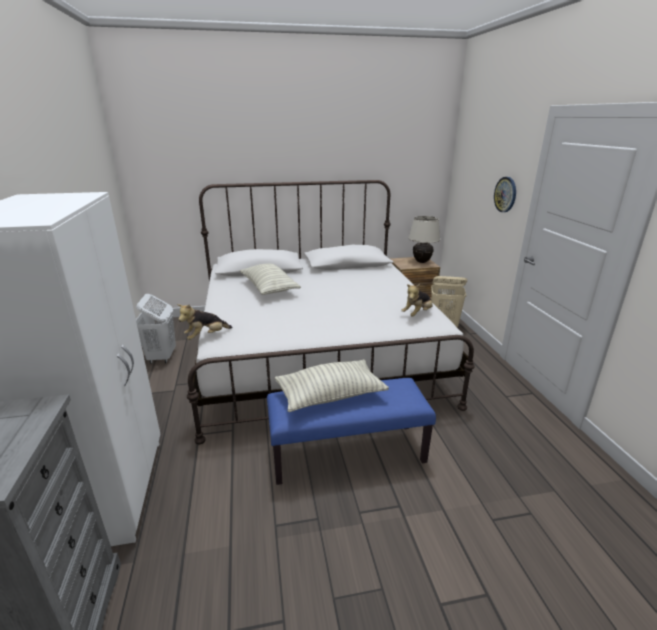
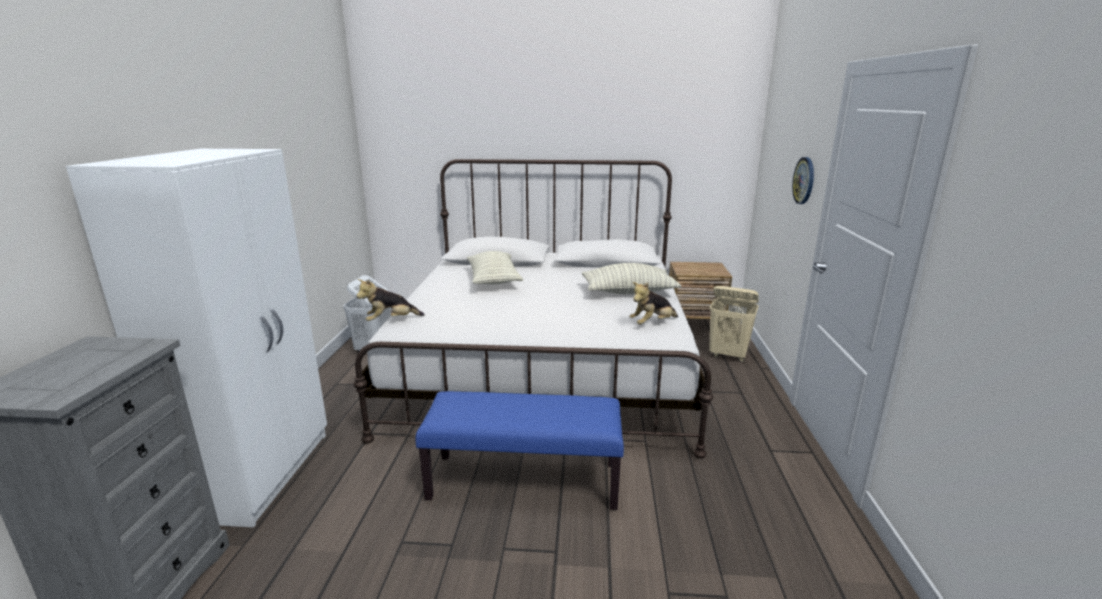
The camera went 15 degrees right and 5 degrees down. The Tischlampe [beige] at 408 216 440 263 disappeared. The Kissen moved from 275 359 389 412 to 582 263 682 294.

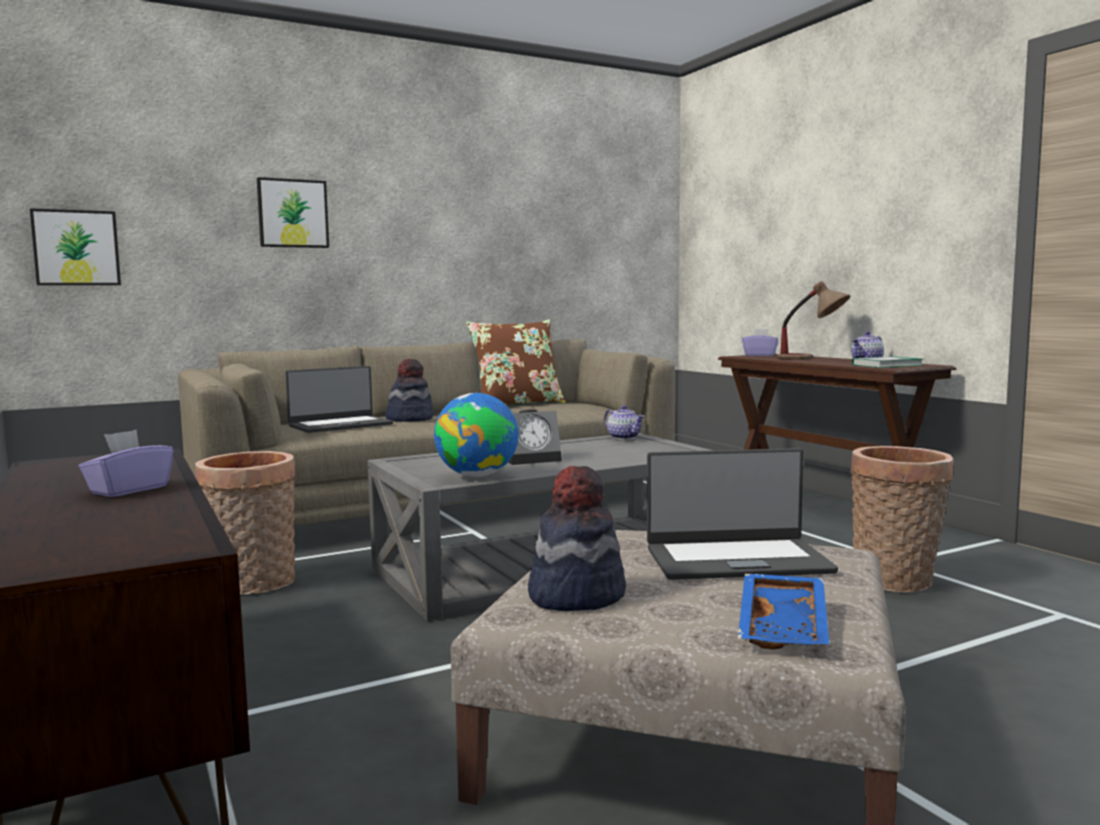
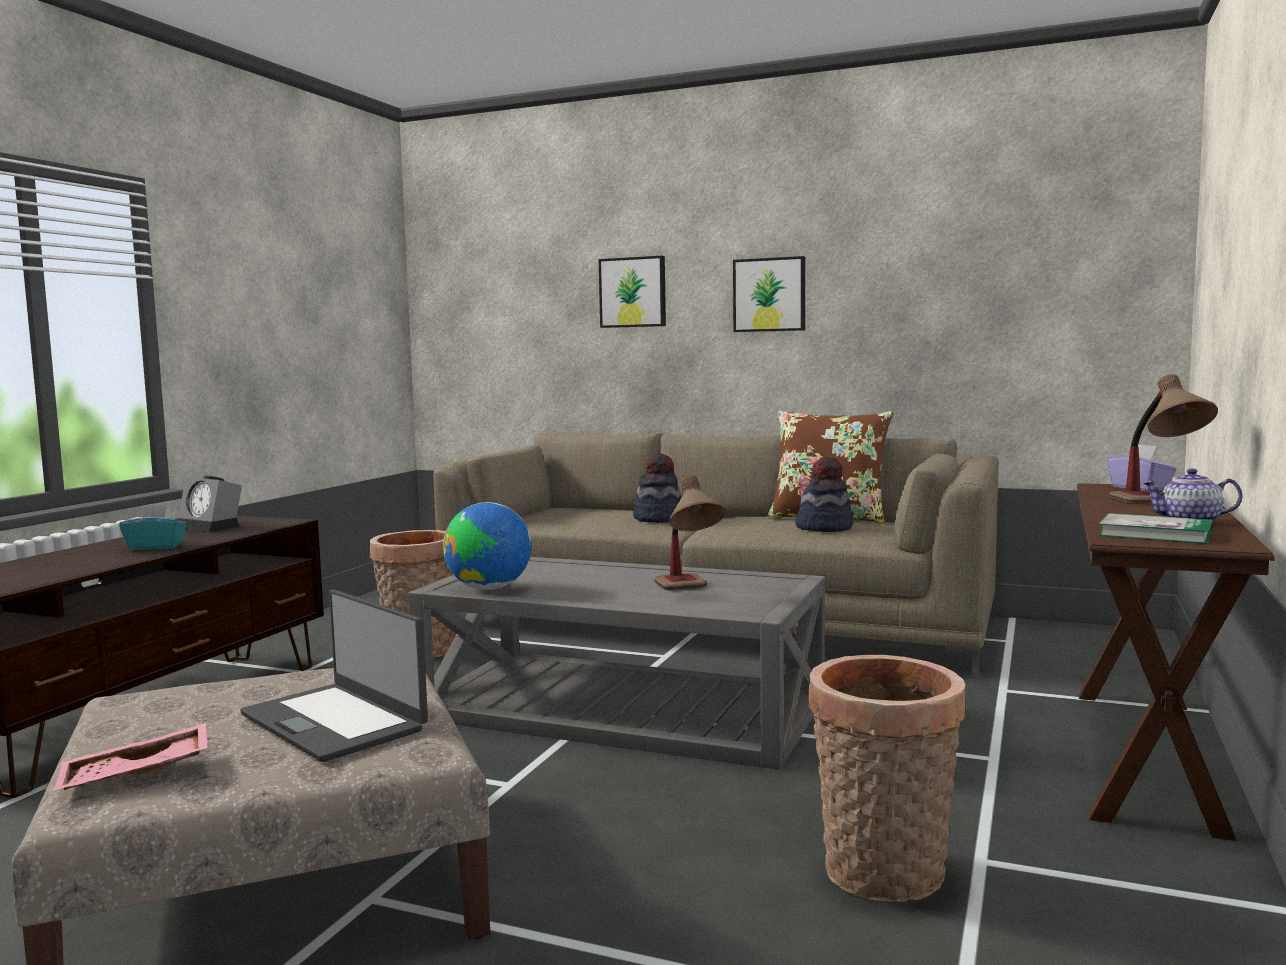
The camera went 50 degrees right and 0 degrees up. The Laptop at 285 366 393 433 disappeared. The Teekanne at 604 405 645 440 disappeared. The Tischlampe at 655 475 726 591 appeared. The Bild moved from 30 208 121 285 to 733 256 805 332. The Wecker moved from 508 409 562 465 to 178 476 242 532. The Hut moved from 528 466 626 611 to 795 457 853 532. The Taschentuchbox [lila] at 79 430 174 497 became the Taschentuchbox [türkis] at 119 504 187 550. The Tablett [blau] at 738 574 829 649 became the Tablett [rosa] at 53 723 207 790.

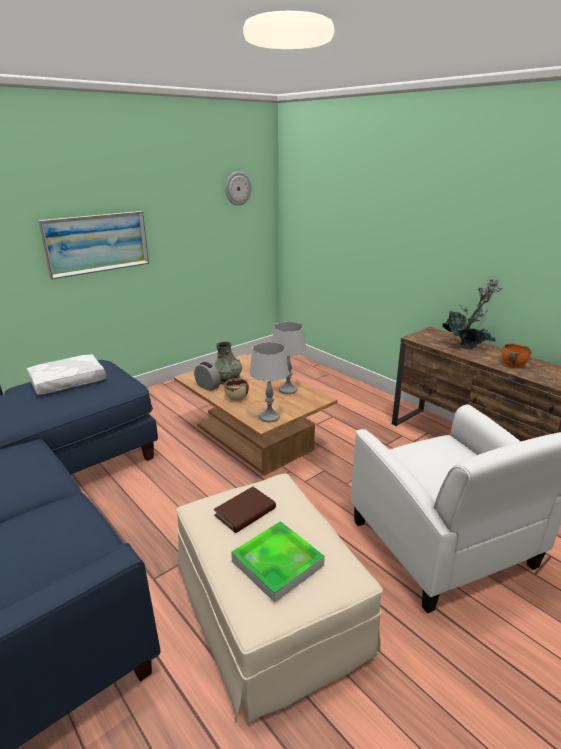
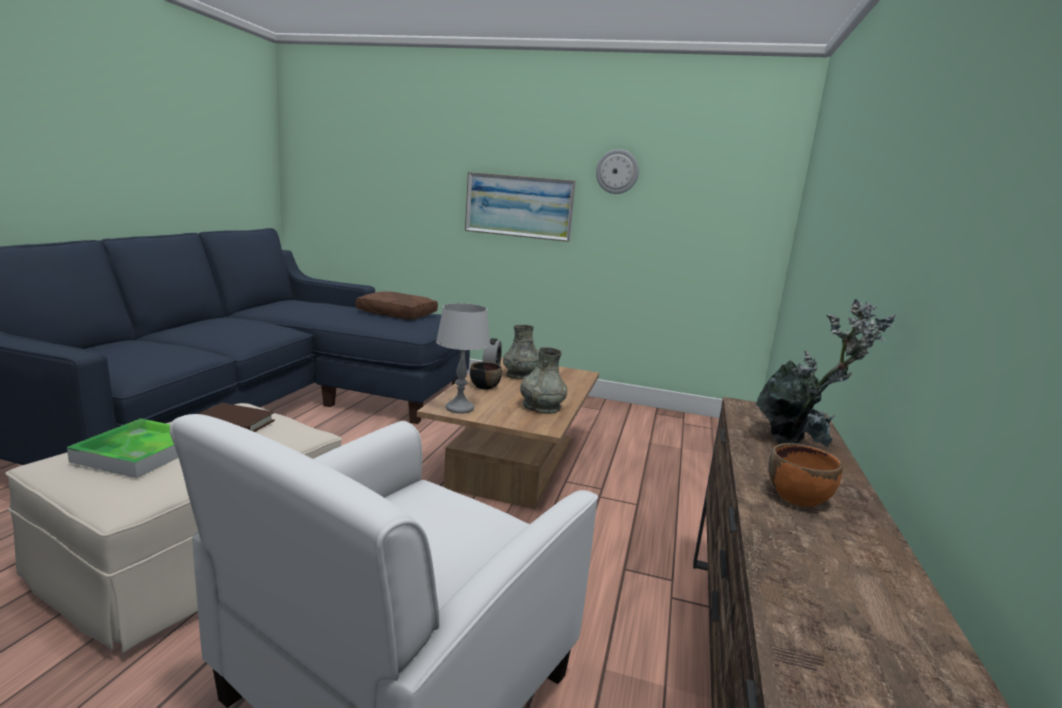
The camera went 55 degrees right and 10 degrees down. The Wanduhr moved from 225 171 252 206 to 596 149 639 194. The Tischlampe [grau] at 272 322 306 394 was replaced by the Vase [grau] at 520 347 567 414. The Kissen [weiß] at 27 354 106 395 became the Kissen [braun] at 356 291 438 319. The Schüssel [beige] at 224 378 249 401 became the Schüssel [schwarz] at 470 362 502 389.

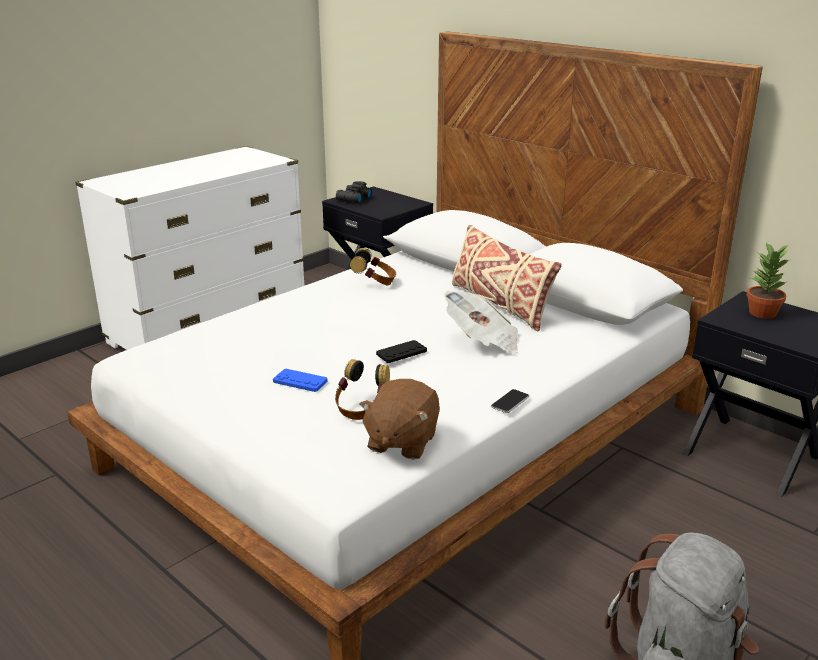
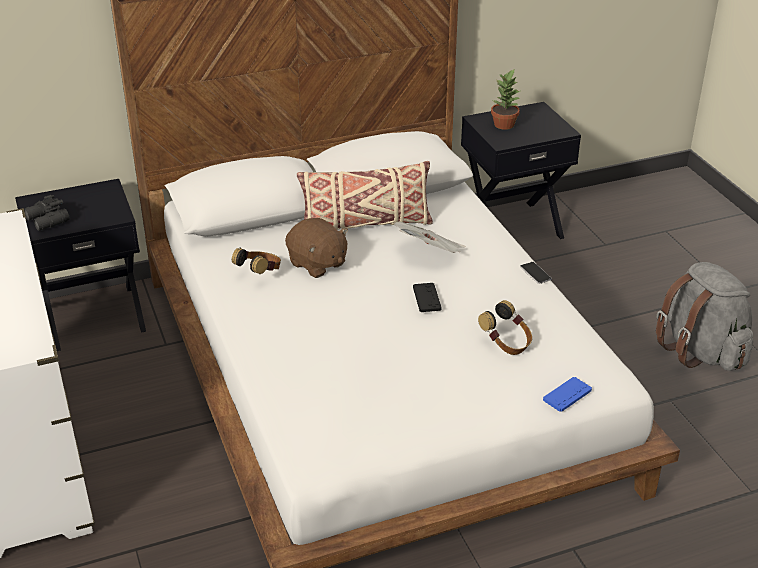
The camera went 65 degrees left and 10 degrees up. The Gamepad [blau] moved from 273 369 328 392 to 543 377 592 412. The Plüschtier [braun] moved from 359 379 440 460 to 285 218 348 278.

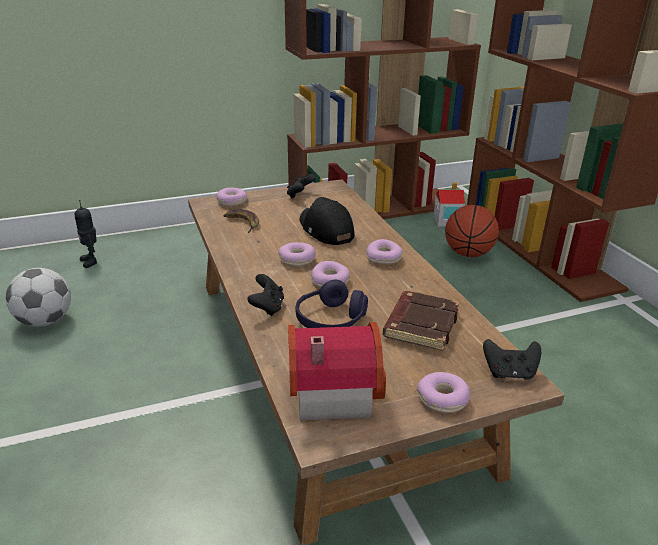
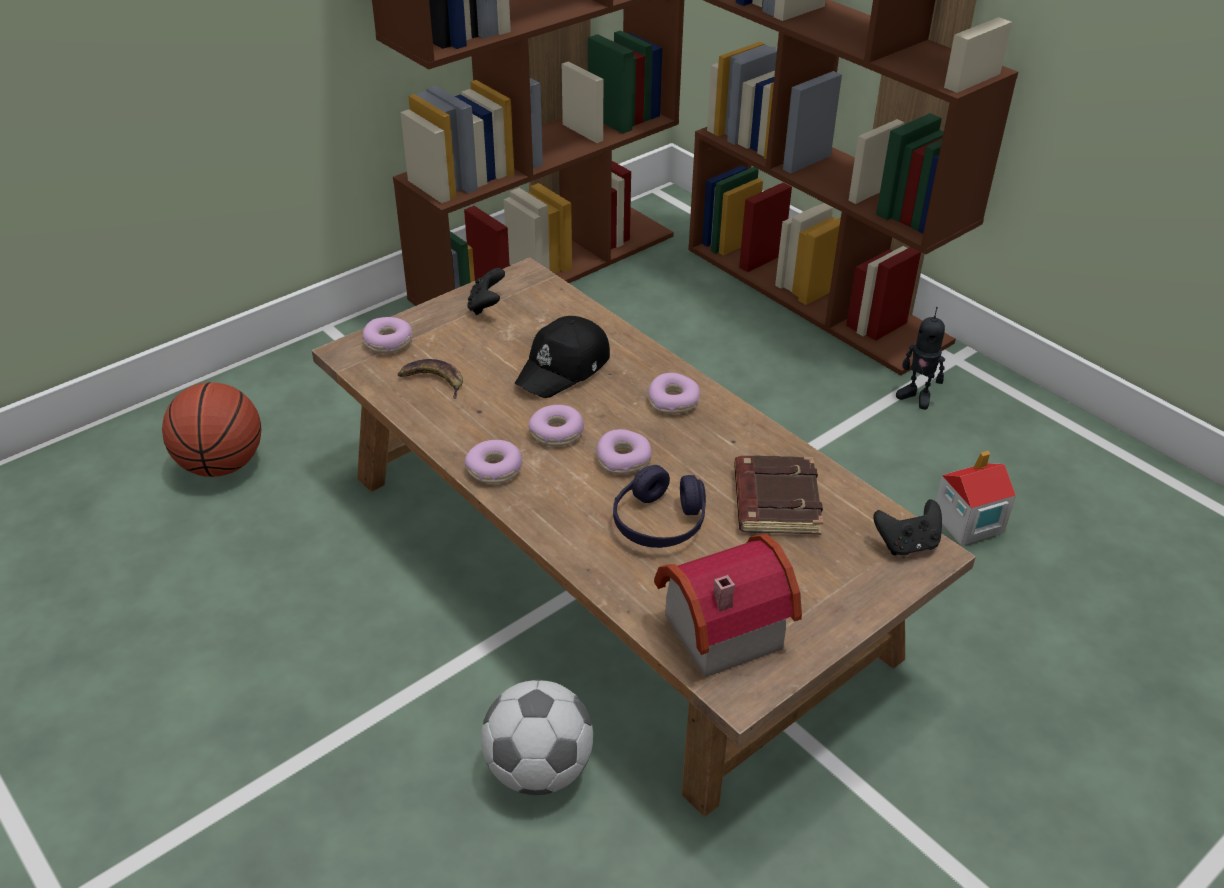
The camera went 20 degrees left and 10 degrees up. The Gamepad [schwarz] at 247 274 284 316 disappeared. The Fußball moved from 6 268 71 327 to 481 680 593 795. The Spielzeugroboter moved from 75 200 97 268 to 896 307 945 410. The Donut moved from 417 372 470 413 to 465 440 522 484. The Spielzeughaus moved from 433 183 465 226 to 936 451 1016 546. The Basketball moved from 445 205 499 257 to 162 382 261 477. The Kappe [schwarz] at 299 197 355 245 turned 90 degrees counterclockwise.

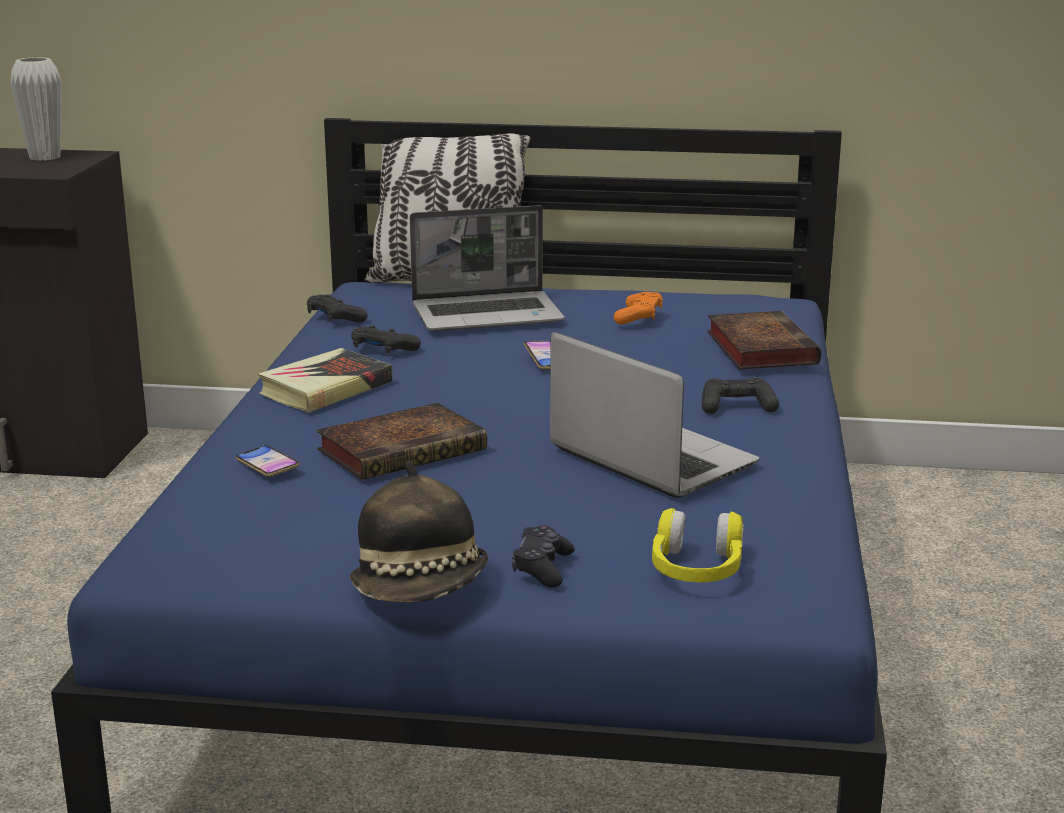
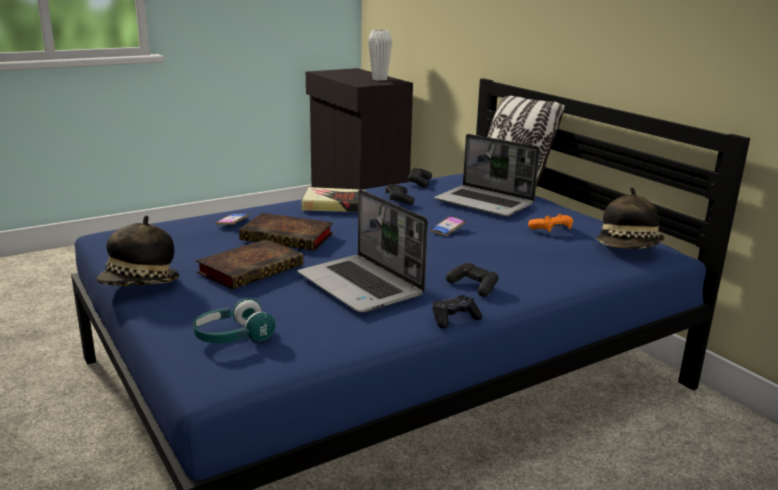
The camera went 50 degrees right and 0 degrees up. The Hut at 596 187 665 249 appeared. The Gamepad [schwarz] moved from 512 525 575 588 to 432 295 482 329. The Buch moved from 707 311 821 370 to 196 239 304 289. The Kopfhörer [gelb] at 652 508 744 583 became the Kopfhörer [türkis] at 193 298 275 343. The Laptop at 550 332 759 498 turned 135 degrees clockwise.

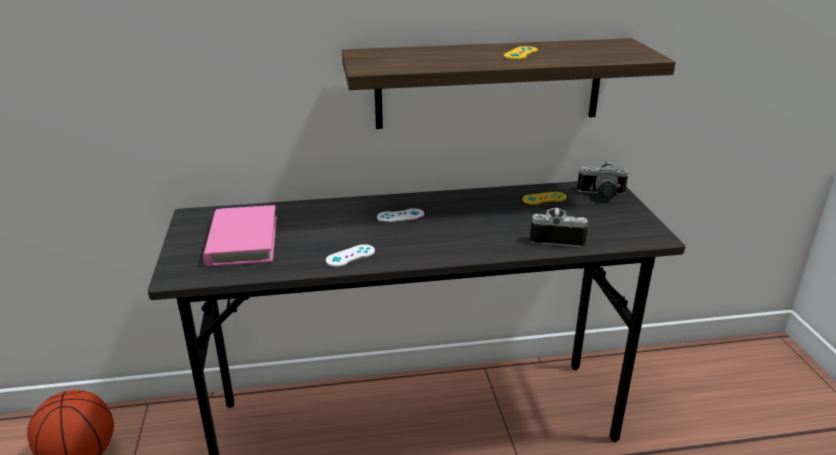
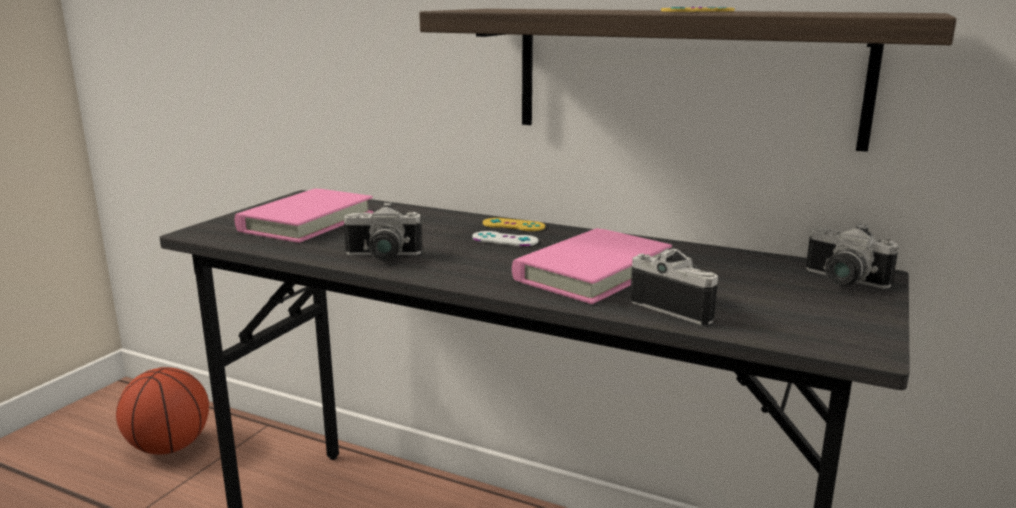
The camera went 35 degrees right and 10 degrees down. The Buch [rosa] at 512 228 672 304 appeared. The Gamepad [gelb] moved from 523 192 566 205 to 483 218 545 231. The Gamepad [weiß] at 326 244 375 267 was replaced by the Kamera at 344 202 423 261.

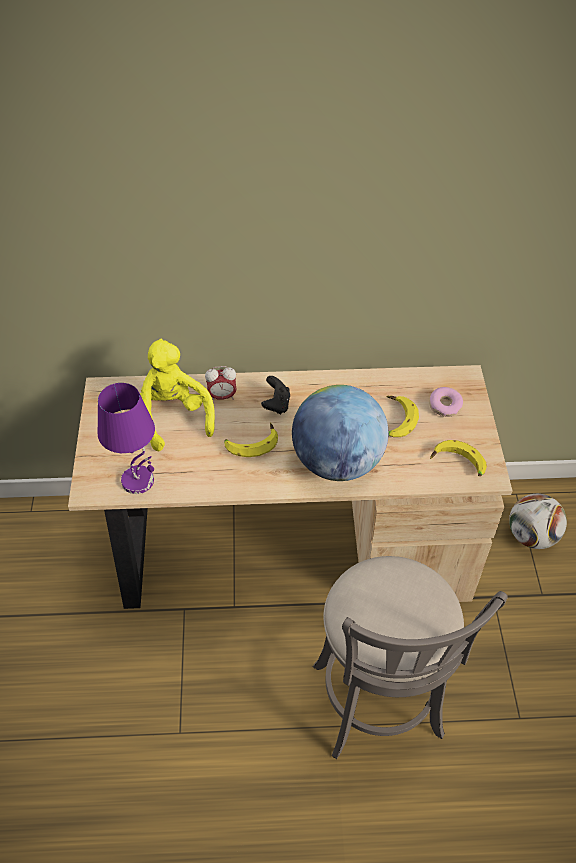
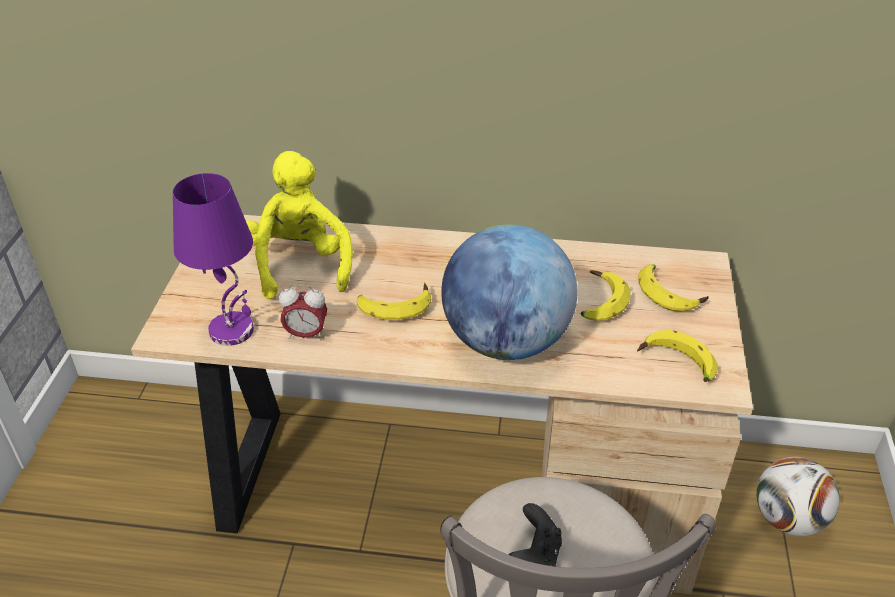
The camera went 10 degrees right and 10 degrees down. The Wecker moved from 205 366 237 400 to 279 285 327 340. The Gamepad [schwarz] moved from 261 376 290 414 to 509 503 562 567. The Donut at 429 387 463 417 was replaced by the Banane at 638 264 709 311.

